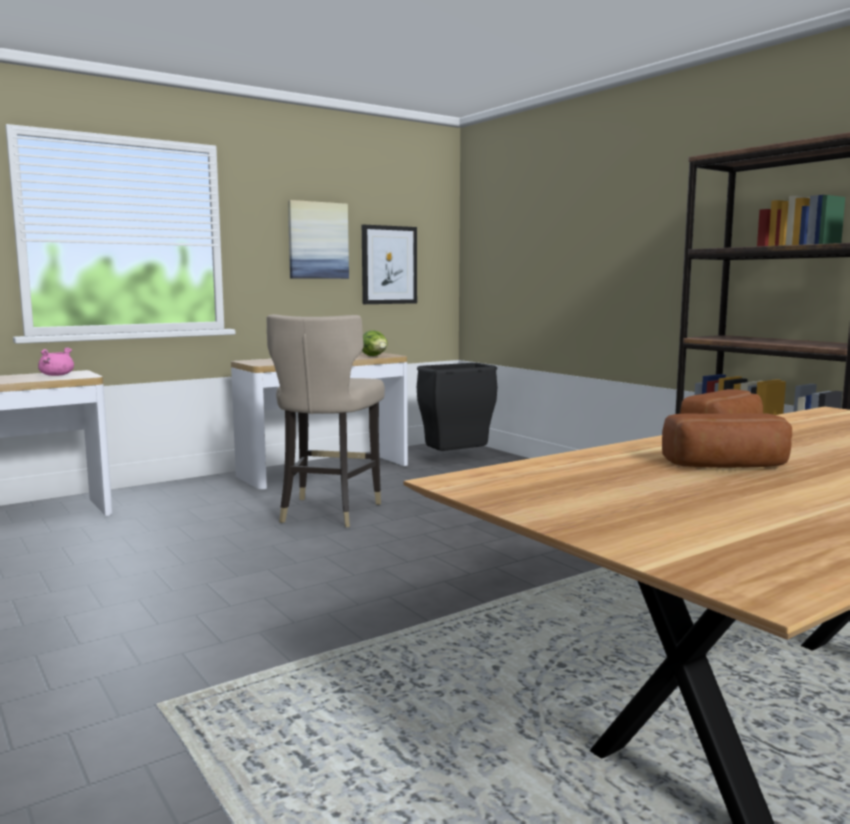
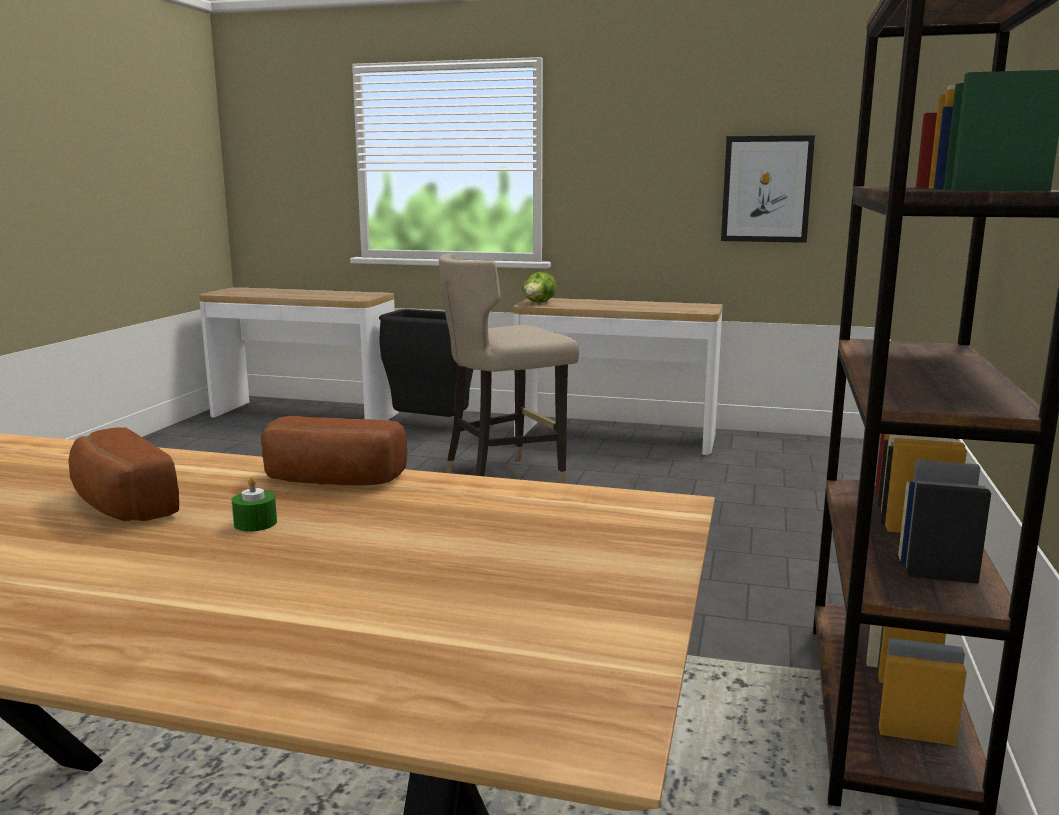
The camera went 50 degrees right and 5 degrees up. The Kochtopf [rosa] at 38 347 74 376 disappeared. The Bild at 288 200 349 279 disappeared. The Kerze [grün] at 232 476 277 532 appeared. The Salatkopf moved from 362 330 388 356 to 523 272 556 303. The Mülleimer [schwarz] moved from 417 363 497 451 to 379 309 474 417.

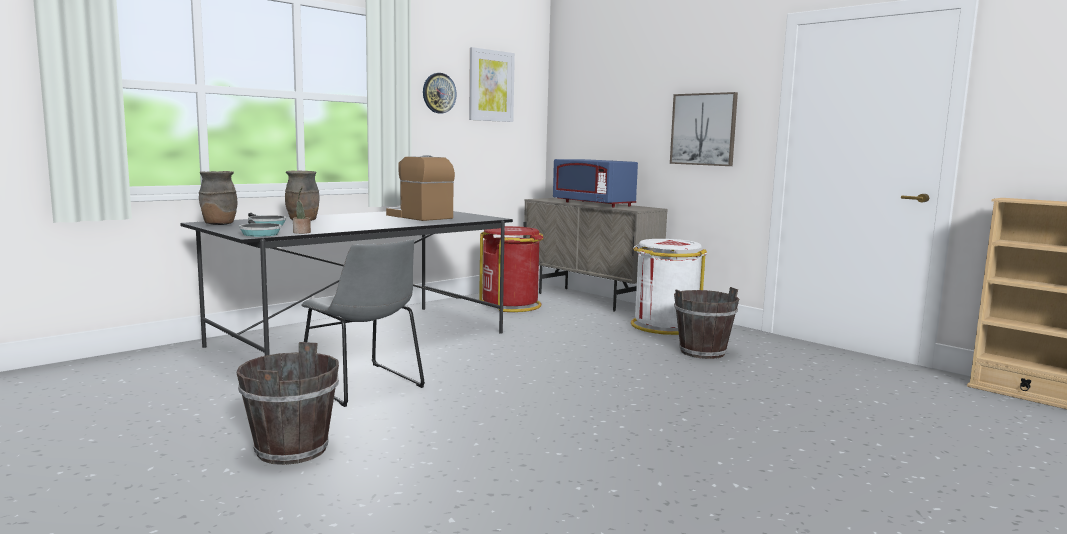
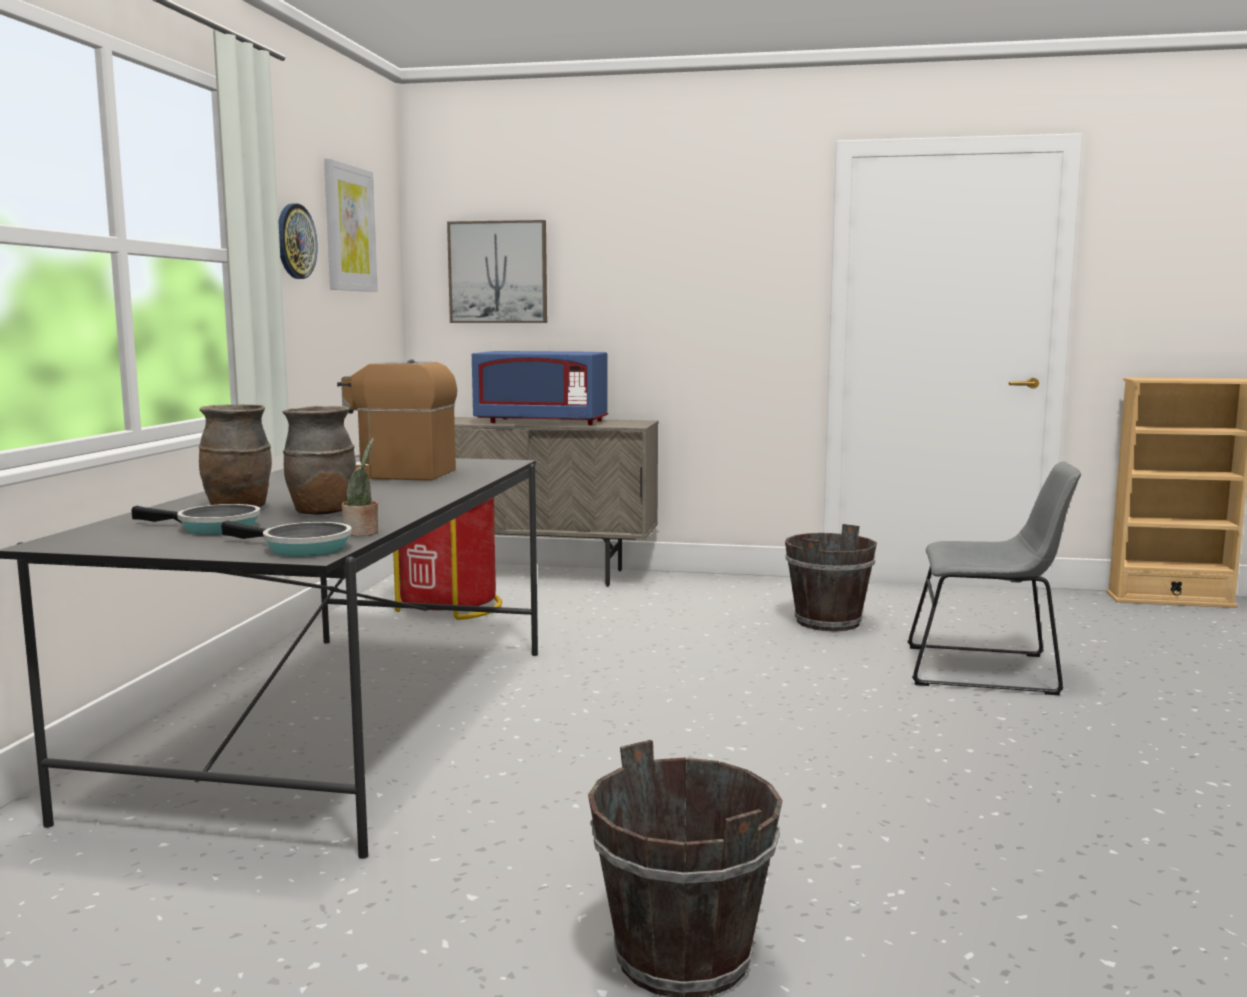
The camera went 35 degrees left and 0 degrees up. The Mülleimer [weiß] at 631 239 707 335 disappeared. The Vase [braun] moved from 199 171 237 225 to 282 406 356 515. The Stuhl [grau] moved from 301 239 425 407 to 907 461 1081 695. The Bild moved from 670 92 738 166 to 447 220 547 323.

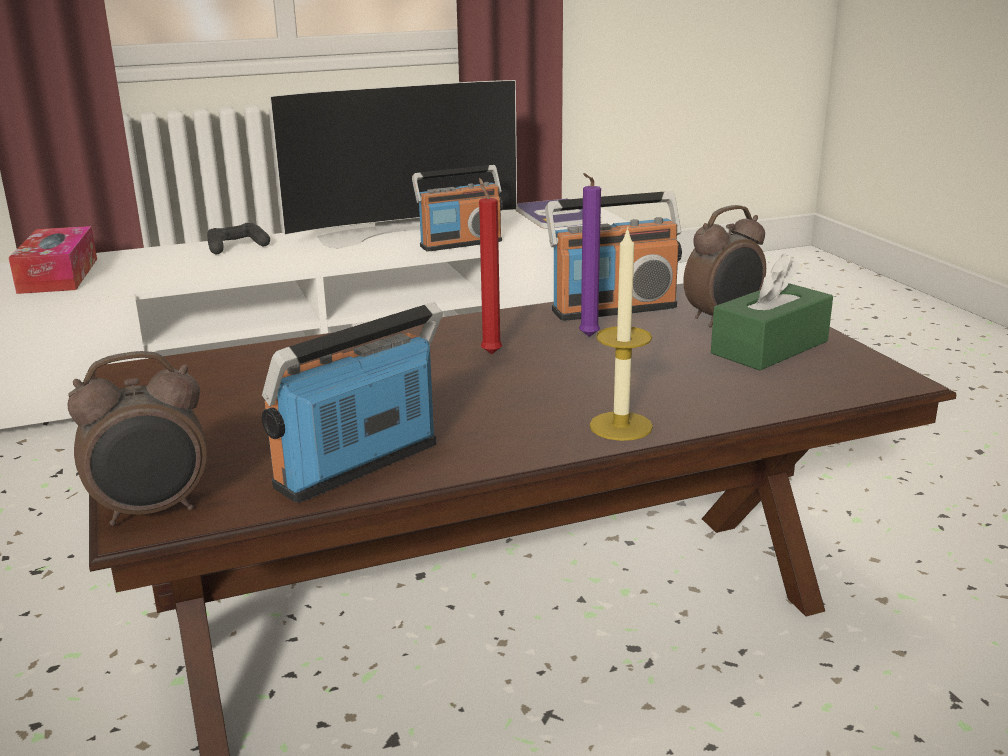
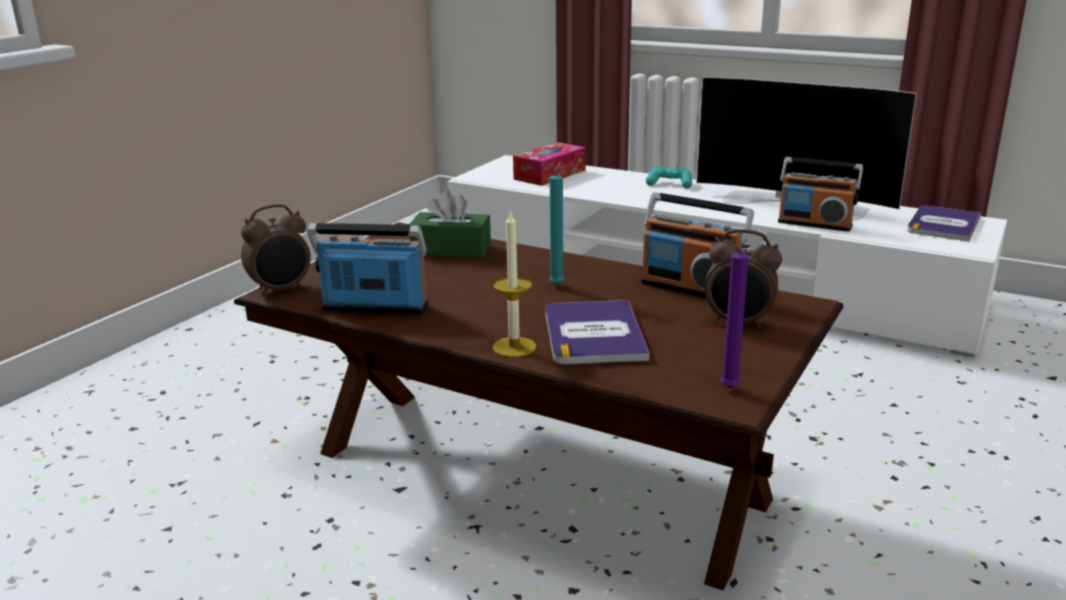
The camera went 50 degrees right and 0 degrees up. The Buch at 545 300 650 365 appeared. The Kerze [lila] moved from 579 173 601 337 to 720 240 749 389. The Taschentuchbox [grün] moved from 711 254 833 371 to 409 190 491 258. The Gamepad [schwarz] at 207 223 270 254 became the Gamepad [türkis] at 646 167 692 188. The Kerze [rot] at 479 178 502 354 became the Kerze [türkis] at 549 161 565 285. The Wecker at 68 351 207 526 turned 60 degrees counterclockwise.

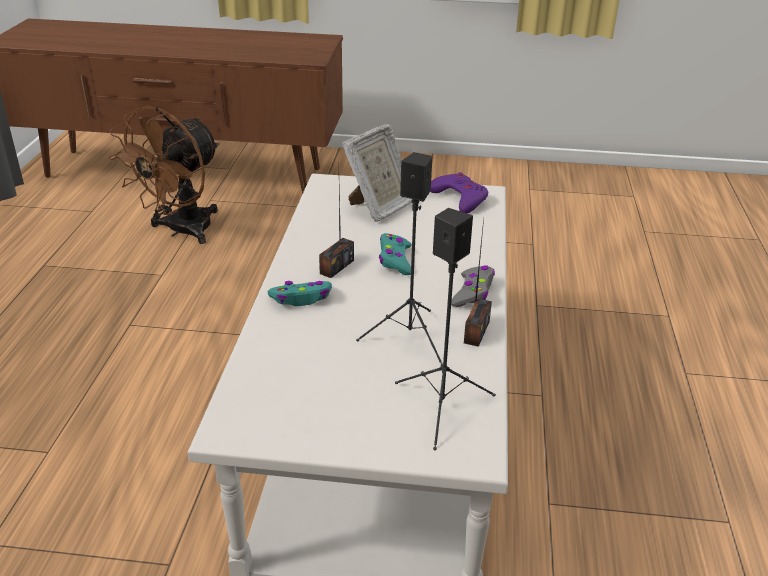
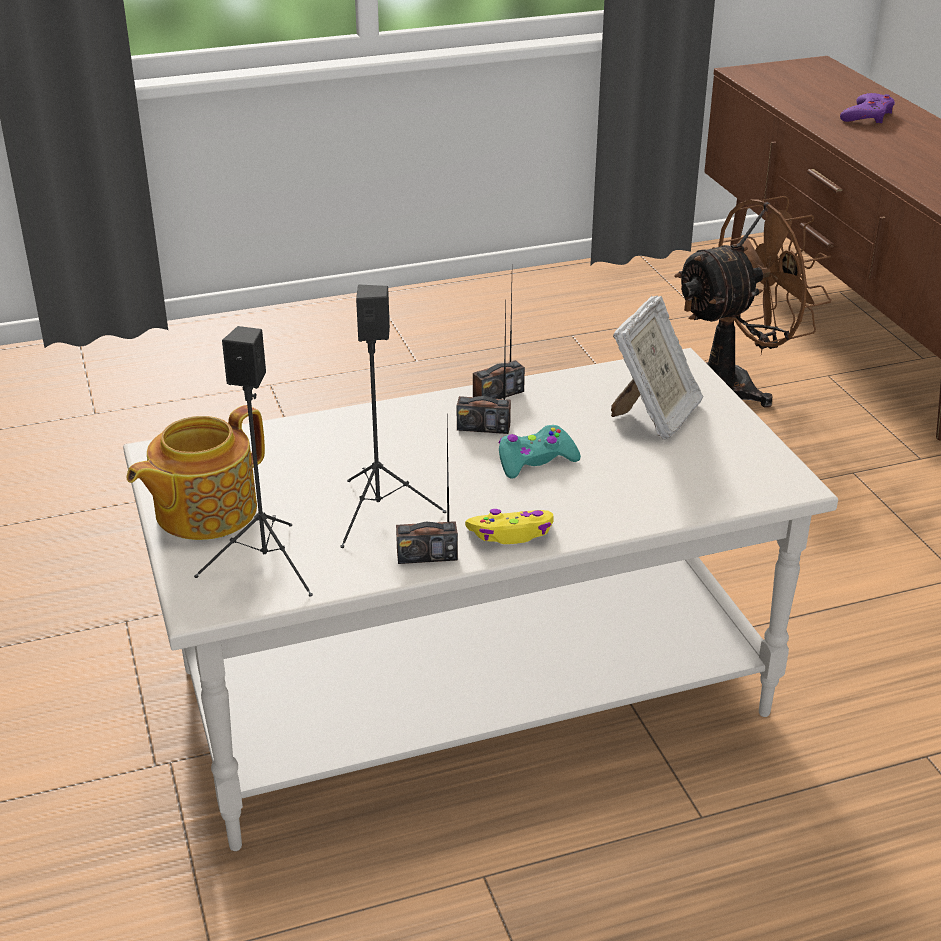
The camera went 65 degrees right and 0 degrees up. The Gamepad [türkis] at 268 281 332 306 disappeared. The Teekanne at 127 405 265 540 appeared. The Radio at 473 287 525 399 appeared. The Gamepad [lila] moved from 430 172 488 213 to 840 93 895 123. The Gamepad [grau] at 451 265 495 307 became the Gamepad [gelb] at 465 509 554 544. The Ventilator [braun] at 109 106 219 244 turned 150 degrees clockwise. The Bilderrahmen at 342 124 412 222 turned 75 degrees counterclockwise.

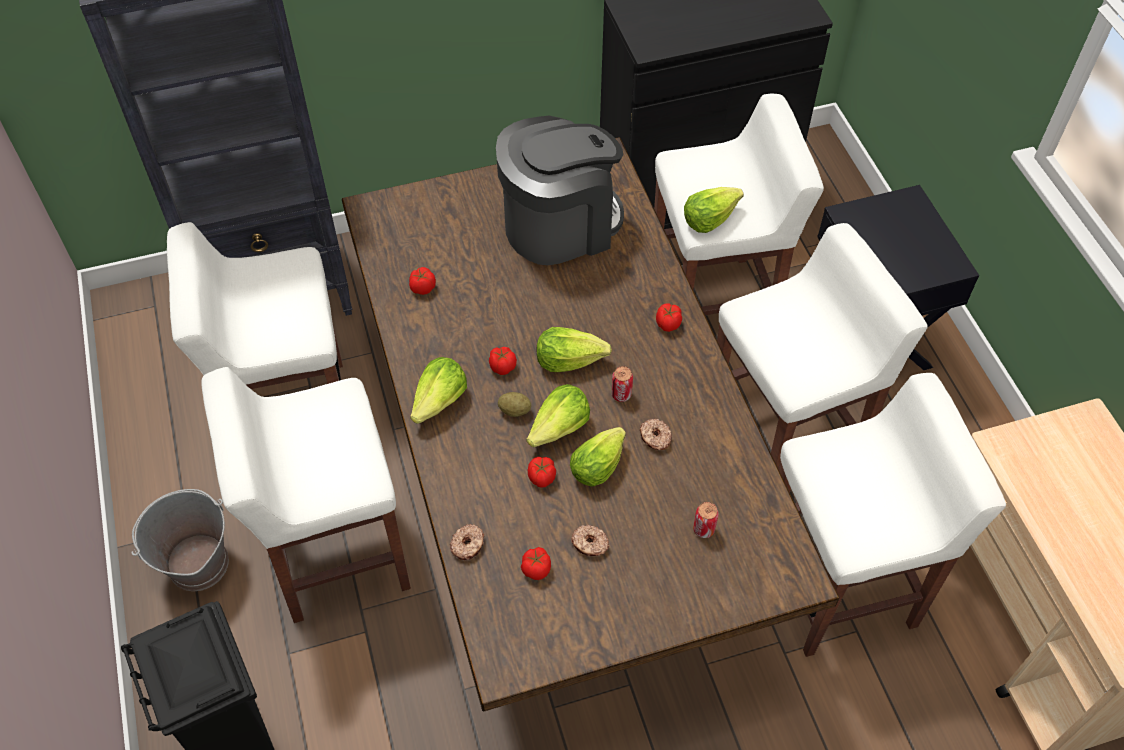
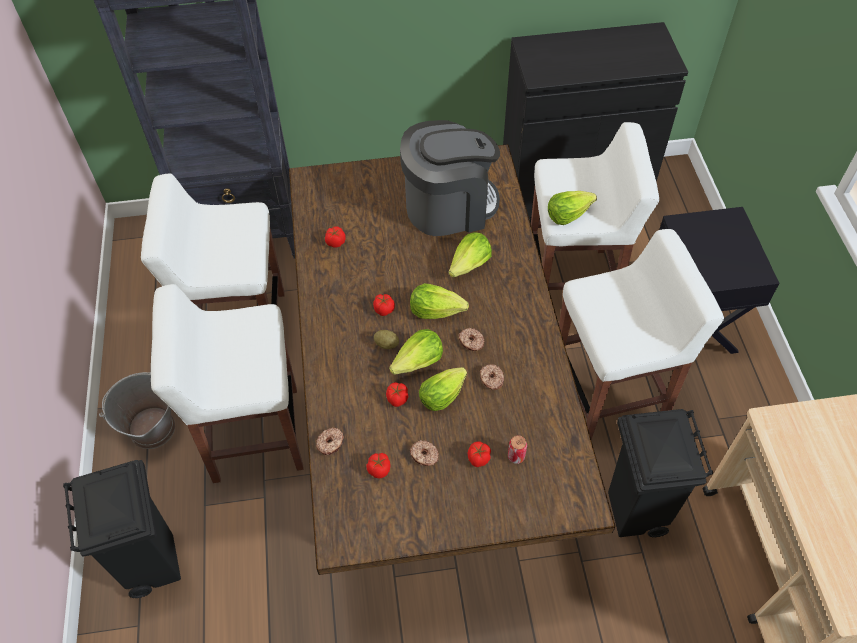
The camera went 10 degrees right and 0 degrees up. The Salatkopf moved from 410 357 467 424 to 448 232 492 277. The Tomate moved from 656 303 682 332 to 468 441 491 467. The Dose at 611 366 633 402 was replaced by the Donut at 459 328 484 351. The Hocker [weiß] at 779 373 1006 657 was replaced by the Mülleimer [schwarz] at 608 409 713 537.

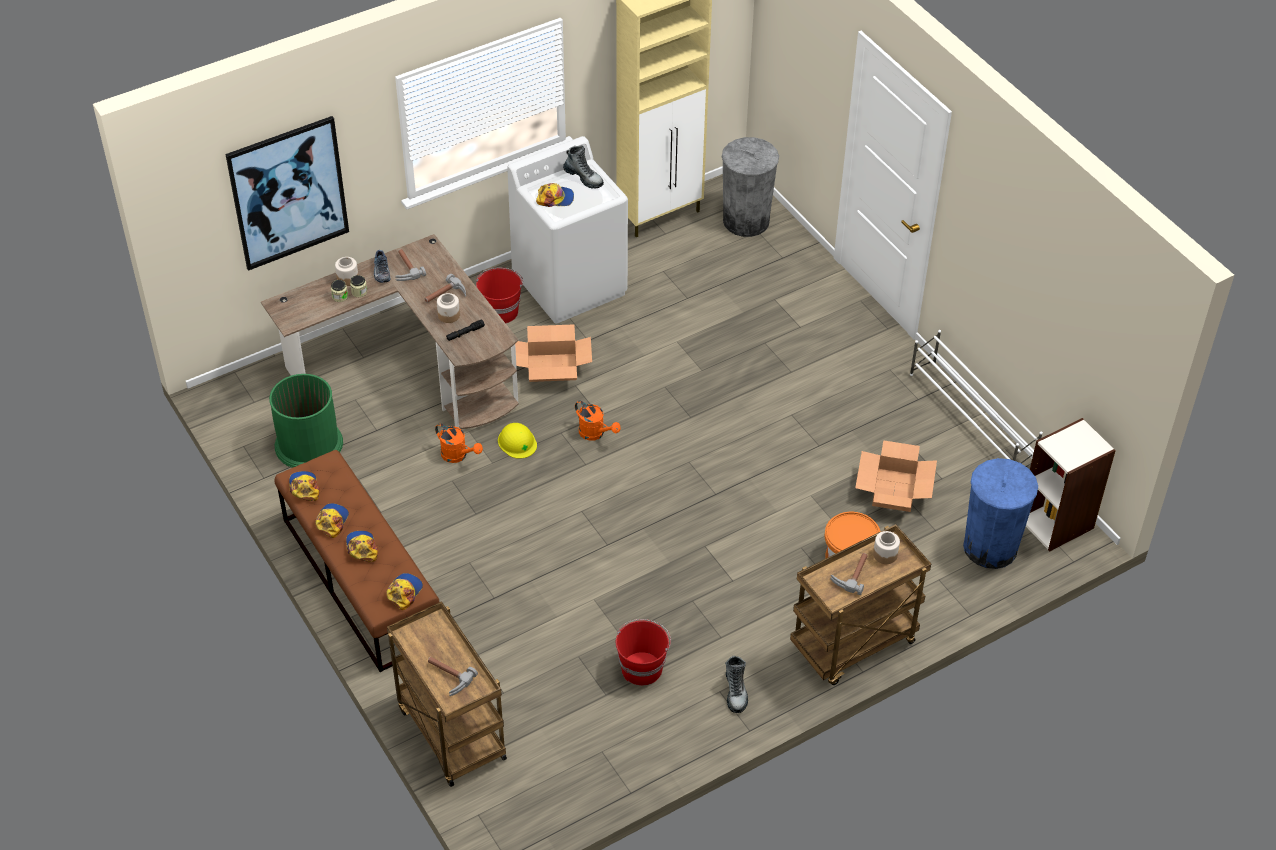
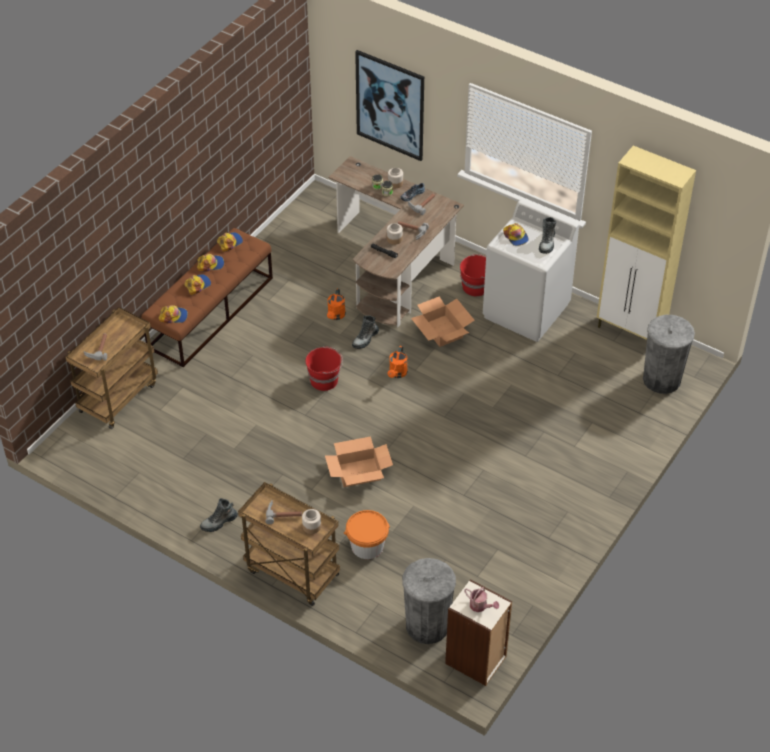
The camera went 65 degrees right and 0 degrees up. The Mülleimer [grün] at 269 374 343 468 disappeared. The Schuhregal [weiß] at 910 330 1043 467 disappeared. The Gießkanne at 464 587 499 612 appeared. The Eimer [rot] moved from 616 619 671 685 to 305 346 343 391. The Karton moved from 855 440 937 512 to 325 436 393 487. The Schutzhelm [gelb] at 498 423 537 459 was replaced by the Stiefel at 352 315 379 349. The Mülleimer [blau] at 963 458 1038 569 became the Mülleimer [grau] at 402 558 456 644.

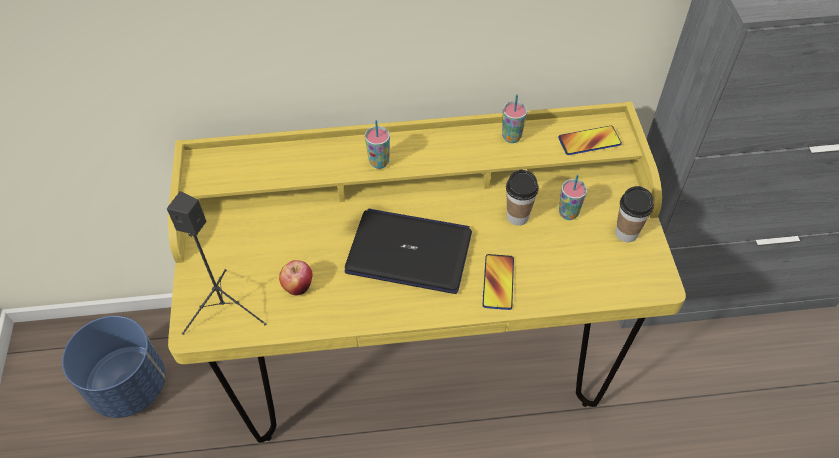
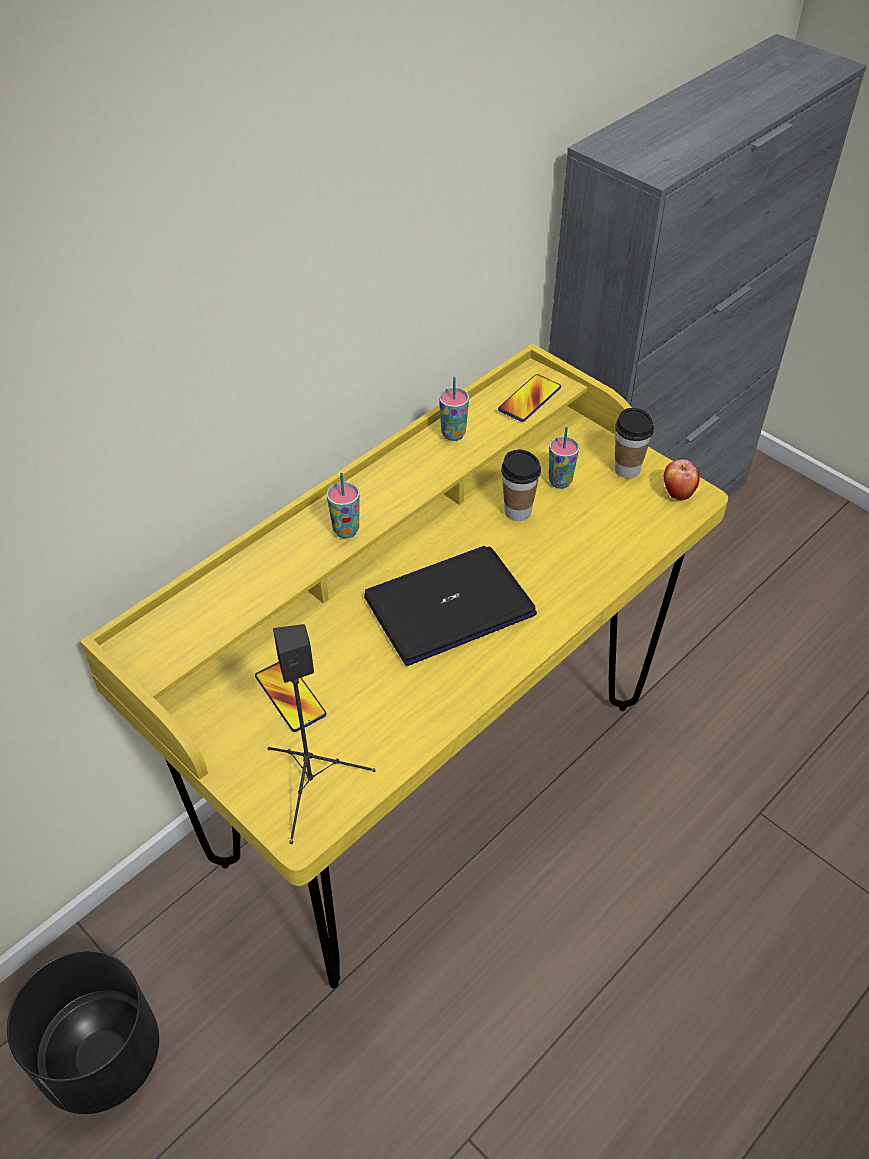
The camera went 40 degrees left and 5 degrees down. The Apfel moved from 279 260 313 296 to 664 459 700 500. The Handy moved from 483 254 514 310 to 255 662 327 732. The Pflanzkübel [blau] at 62 316 165 418 became the Pflanzkübel [schwarz] at 7 950 159 1114.

